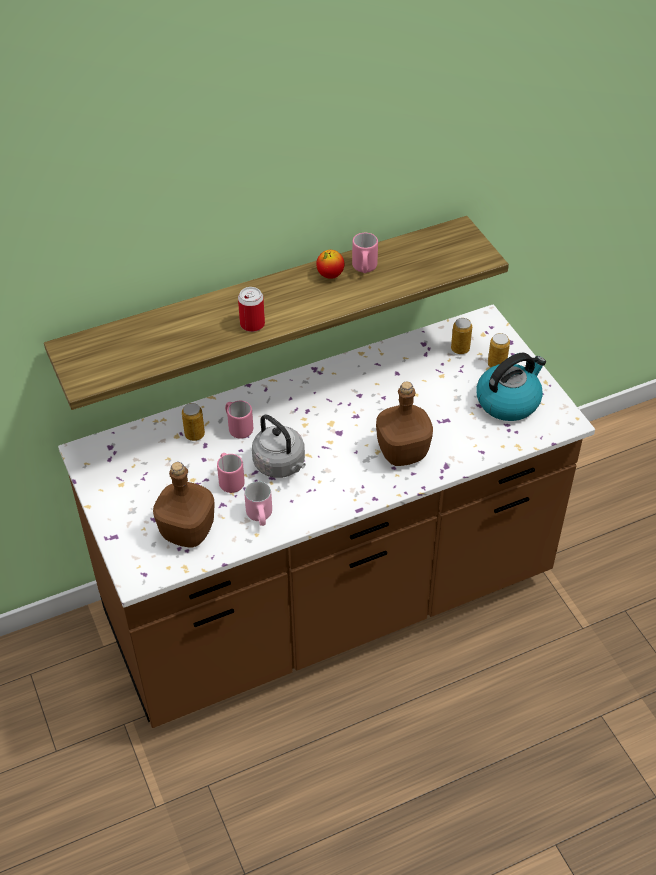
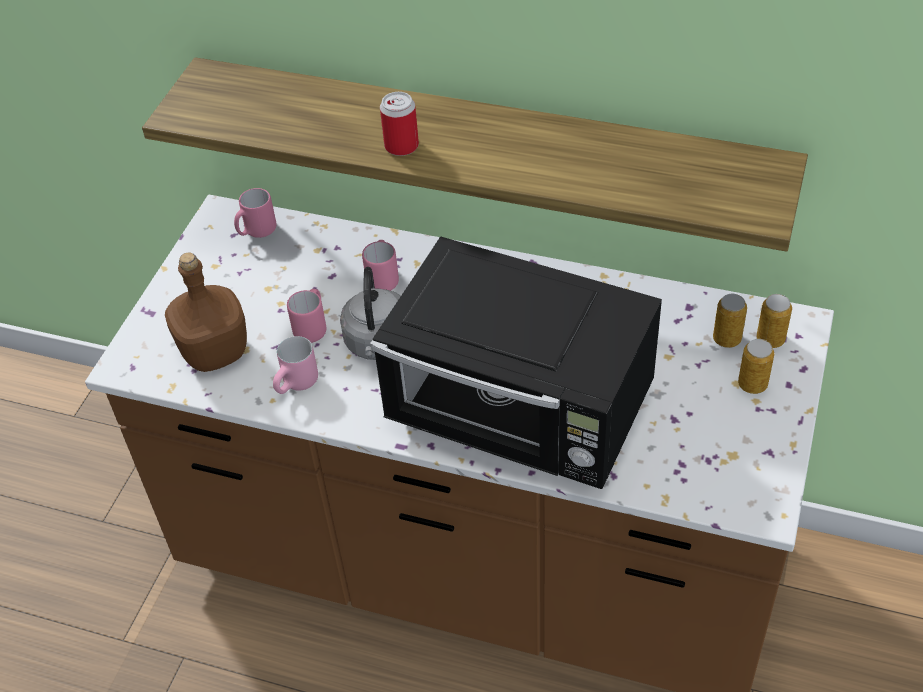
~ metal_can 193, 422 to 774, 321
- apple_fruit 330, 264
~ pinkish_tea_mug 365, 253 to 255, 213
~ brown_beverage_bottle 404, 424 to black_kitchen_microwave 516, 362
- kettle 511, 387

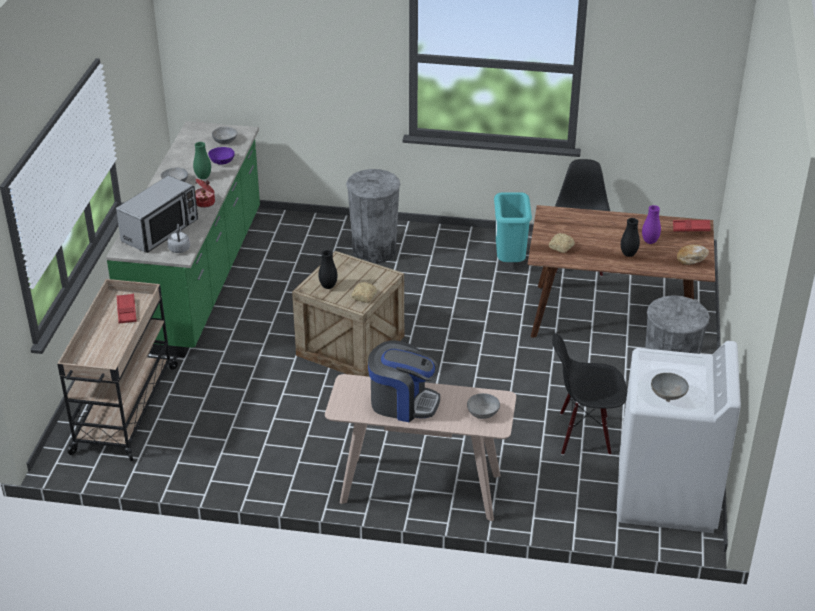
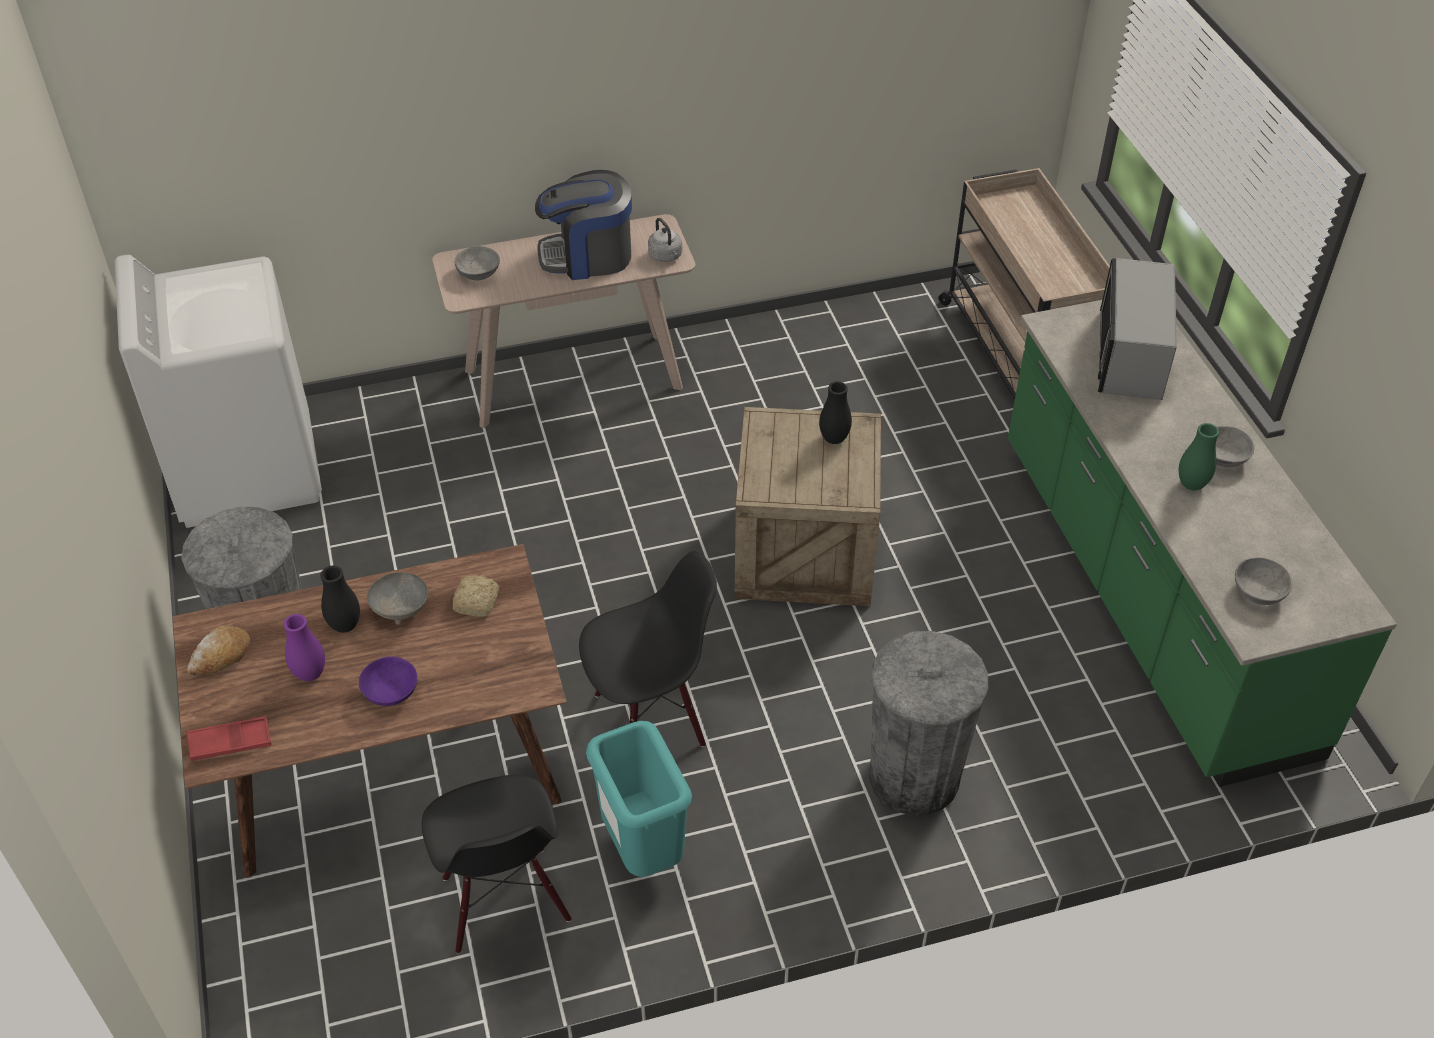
- reddish_serving_tray 127, 308
~ gray_kettle 178, 238 to 665, 240
- stockpot 205, 193
~ purple_serving_bowl 221, 156 to 388, 681
- baked_bread 364, 292
~ black_chair 589, 394 to 648, 649
~ gray_serving_bowl 670, 387 to 397, 598

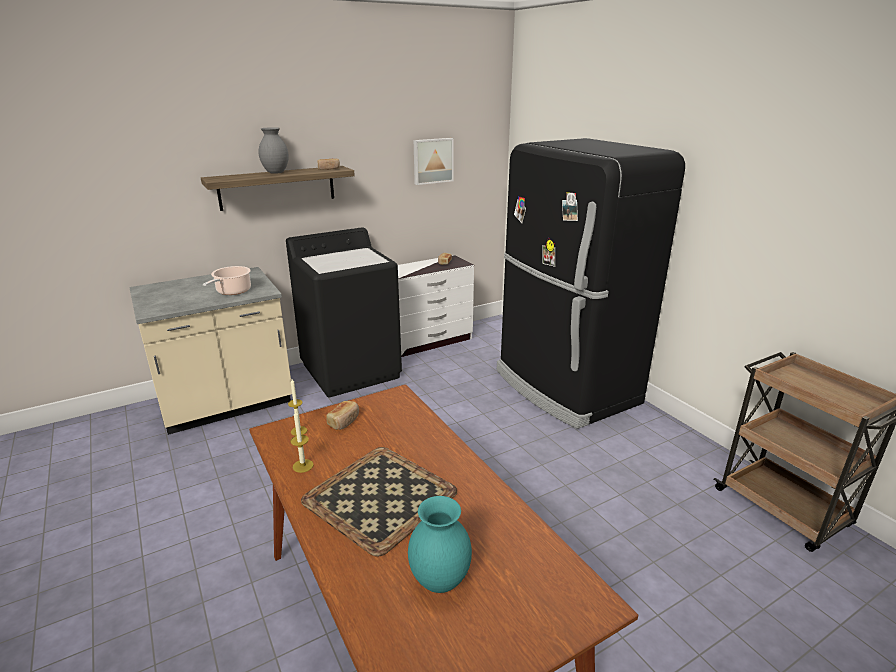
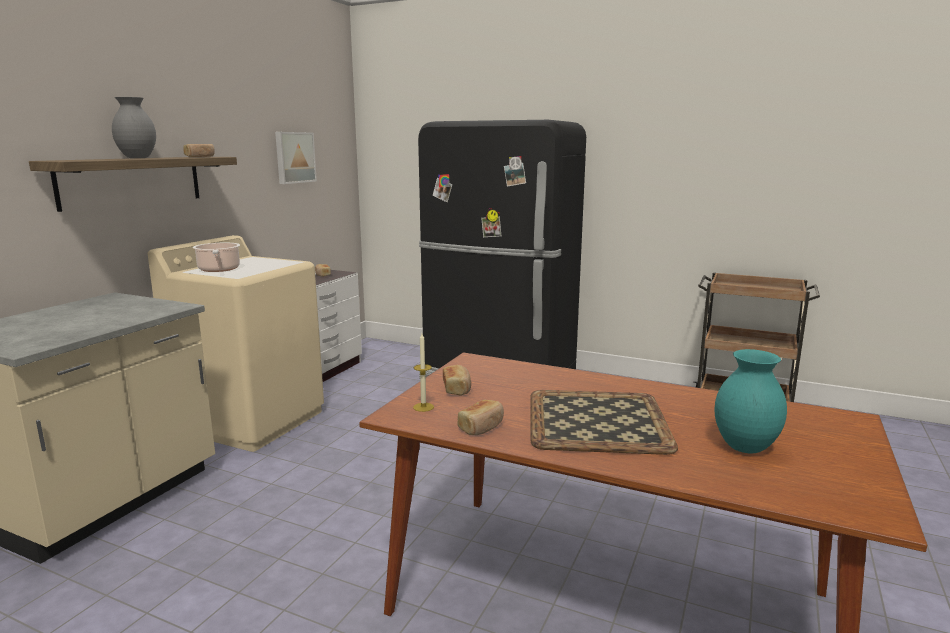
~ stockpot 227, 280 to 216, 257
~ black_laundry_appliance 344, 312 to sand-coloured_laundry_appliance 236, 343
~ wax_light 302, 441 to baked_bread 480, 417

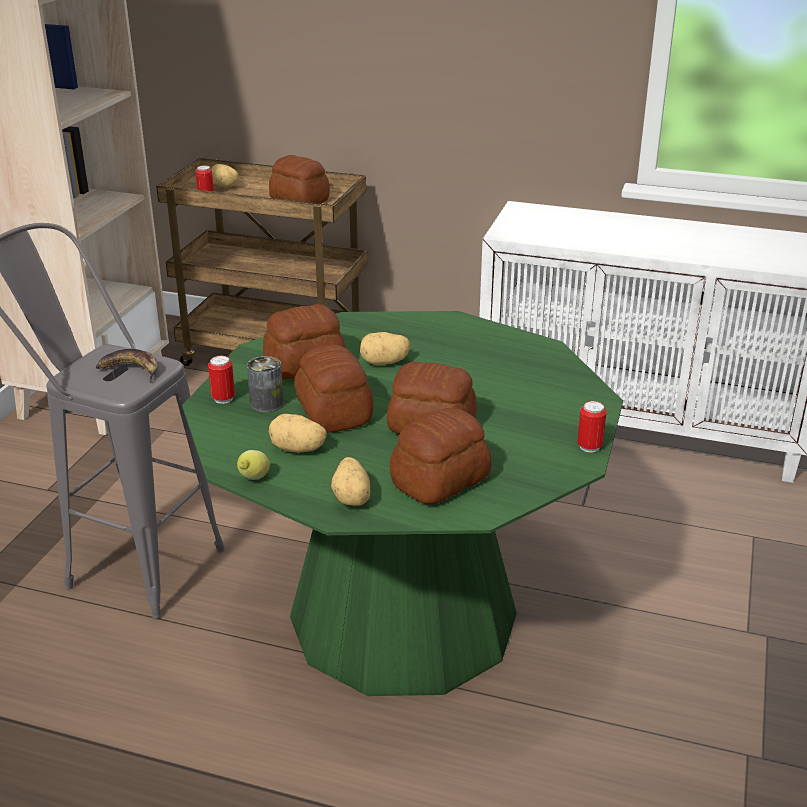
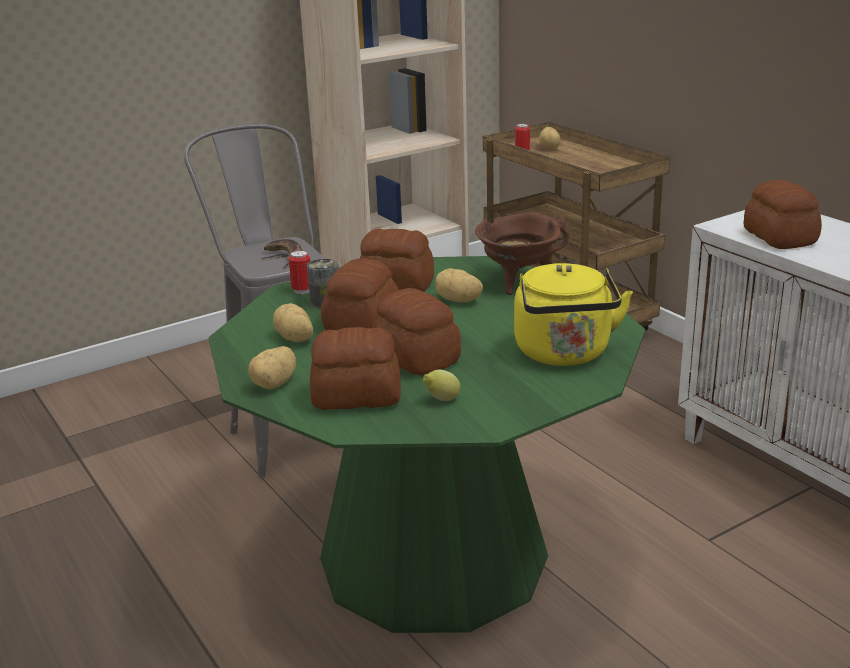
~ citrus_fruit 253, 465 to 441, 385
~ baked_bread 299, 179 to 783, 214
- metal_can 592, 427
+ brown_stockpot 522, 253
+ yellow_kettle 573, 314

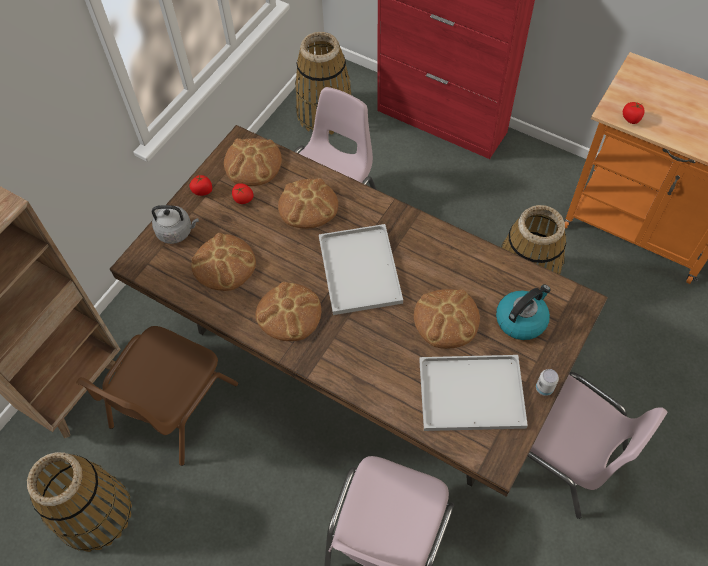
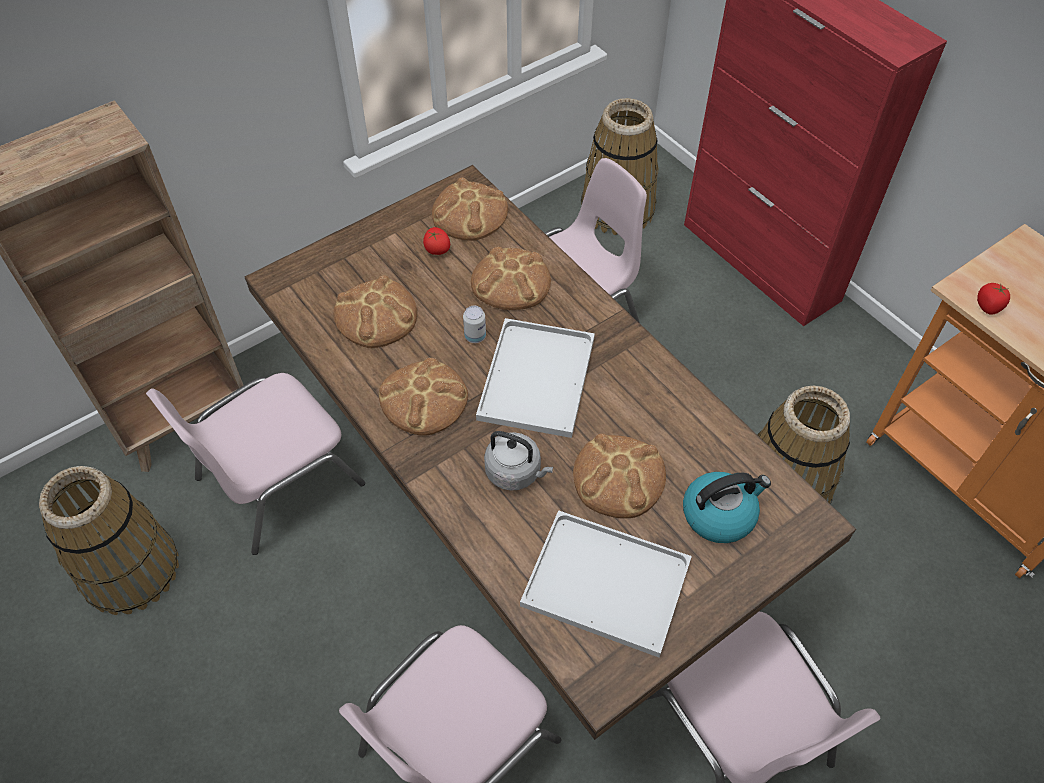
~ brown_chair 157, 396 to pinkish_chair 255, 464
~ gray_kettle 175, 224 to 518, 461
- tomato 200, 185
~ metal_can 547, 382 to 474, 324

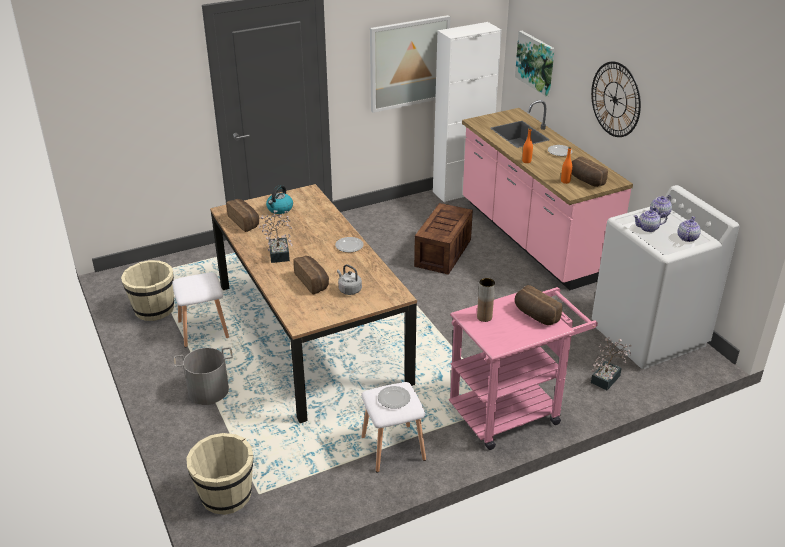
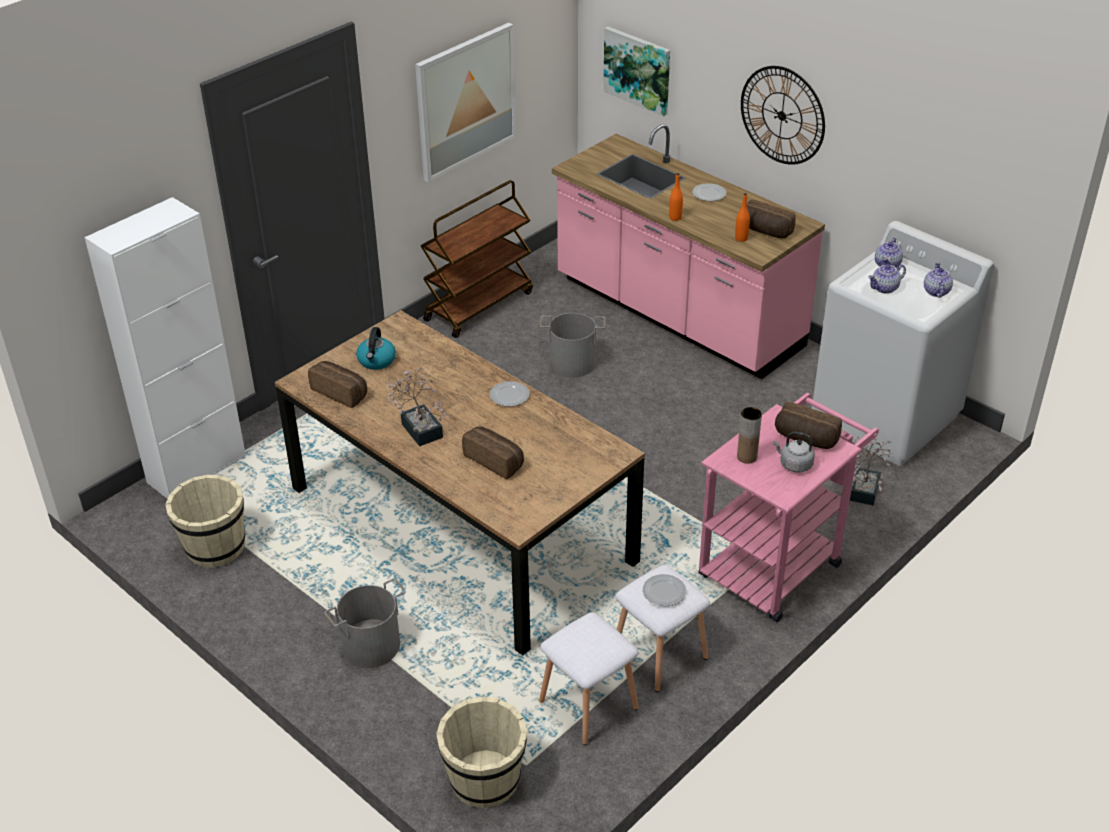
~ white-coloured_sitting_stool 200, 310 to 589, 678
~ gray_kettle 349, 279 to 794, 452
~ shipping_crate 443, 239 to gray_bucket 573, 345
~ white-coloured_cabinet 467, 112 to 165, 348
+ brown_trolley 477, 259

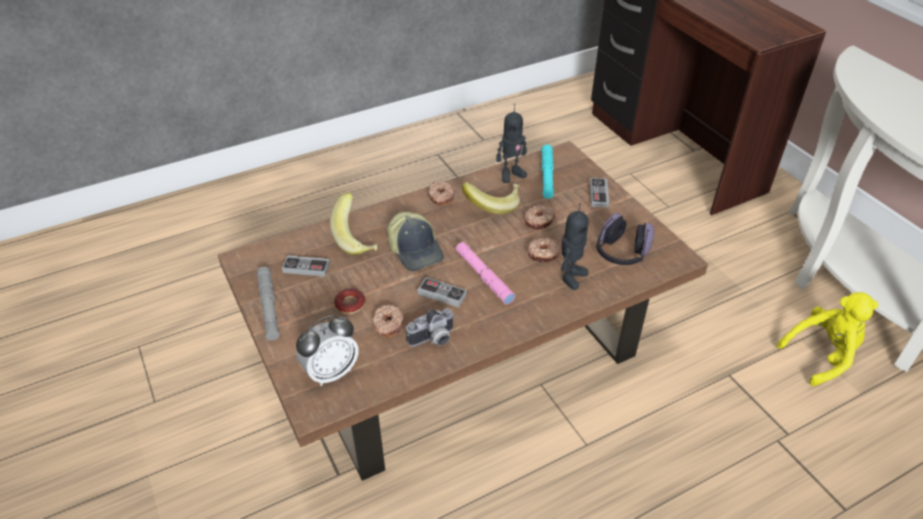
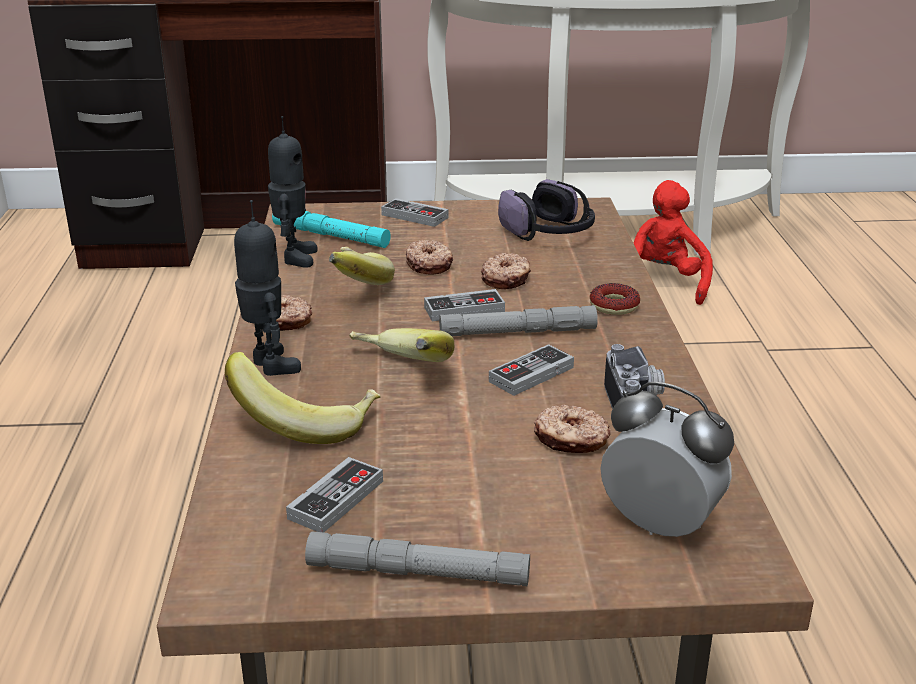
~ bedside_clock 327, 351 = 667, 459 45 degrees counterclockwise
~ doughnut 349, 301 to 615, 299
~ cap 415, 241 to banana 401, 345
~ pinkish_hand_torch 485, 273 to gray_hand_torch 518, 320
~ model_robot 575, 246 to 267, 288
~ yellow_soft_toy 827, 339 to reddish_soft_toy 673, 242
+ game_controller 464, 305

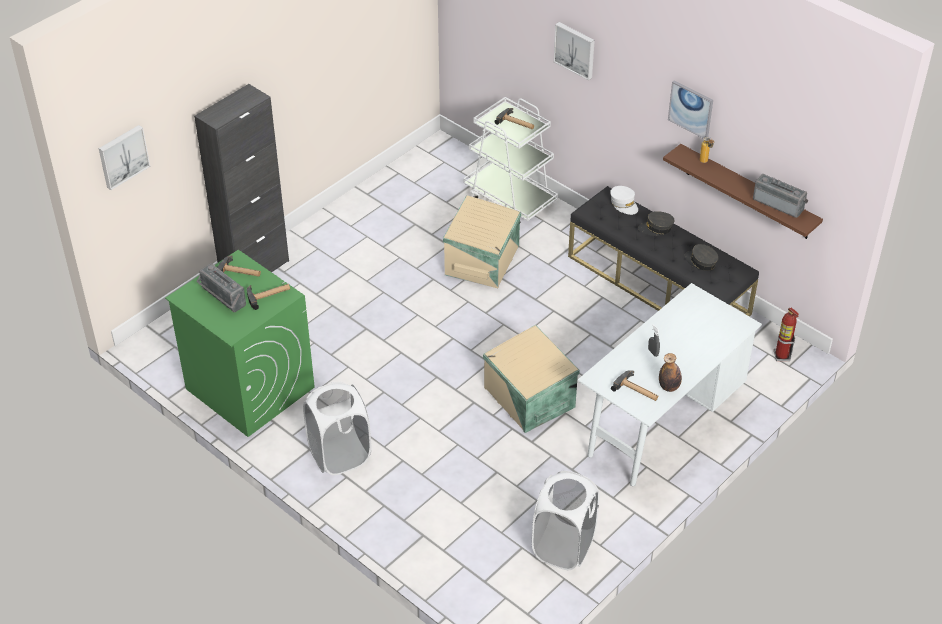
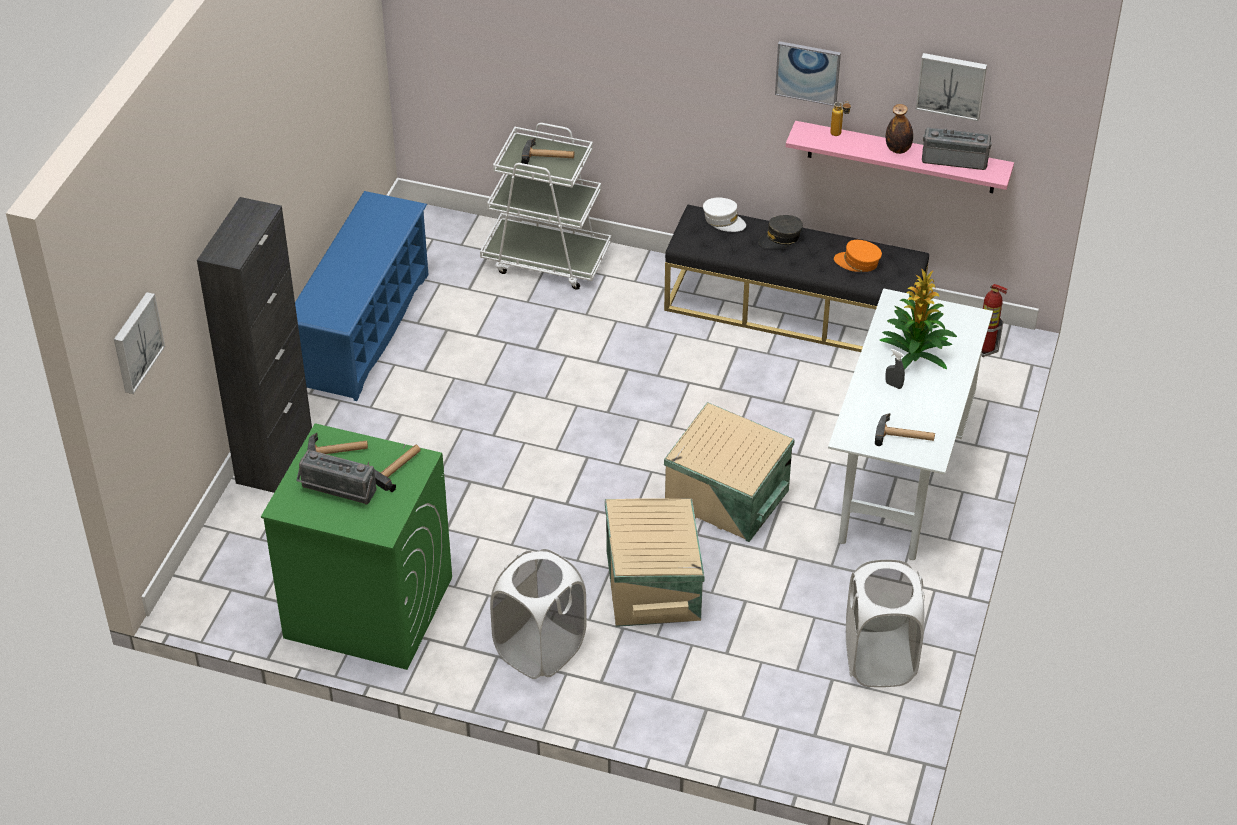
~ sand-coloured_storage_bin 482, 241 to 655, 563
~ picture 574, 51 to 951, 87
~ beverage_bottle 670, 372 to 899, 129
~ brown_wall_shelf 743, 191 to pinkish_wall_shelf 900, 157
~ gray_cap 701, 257 to orange-coloured_cap 858, 256
+ blue_shoe_shelf 362, 296
+ plant_in_a_pot 918, 319

